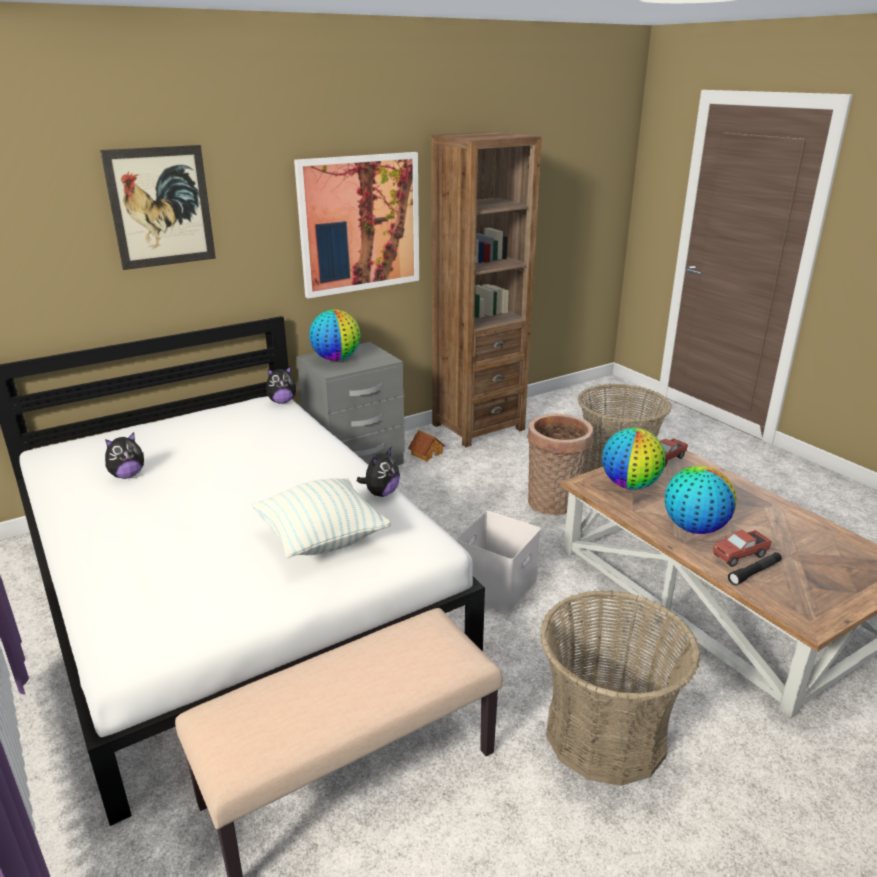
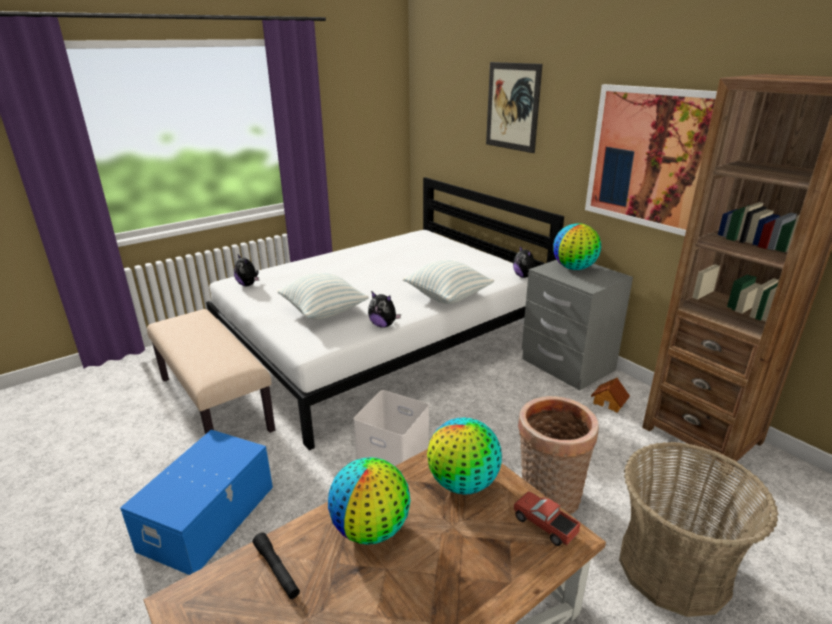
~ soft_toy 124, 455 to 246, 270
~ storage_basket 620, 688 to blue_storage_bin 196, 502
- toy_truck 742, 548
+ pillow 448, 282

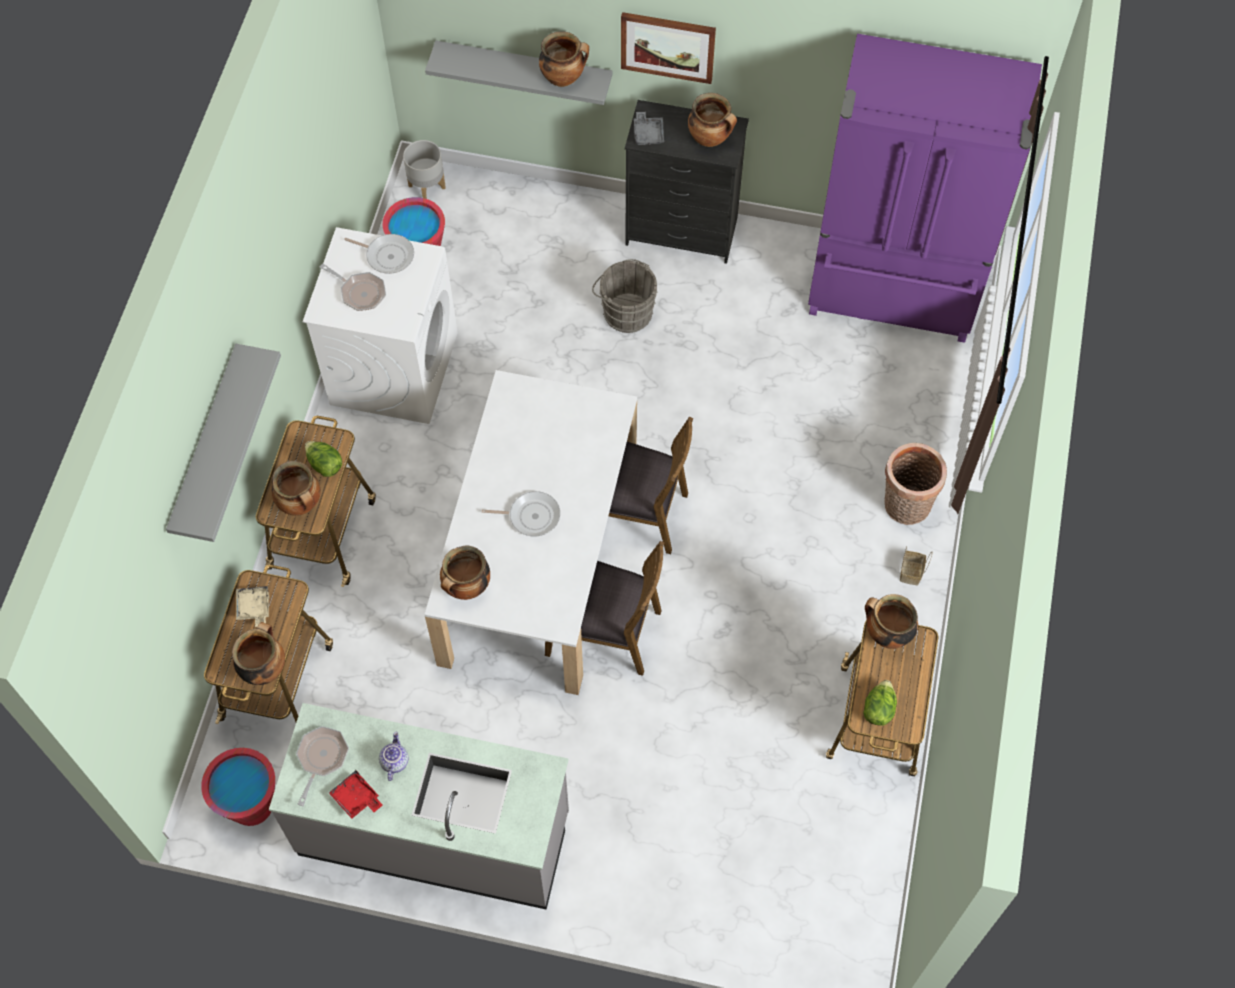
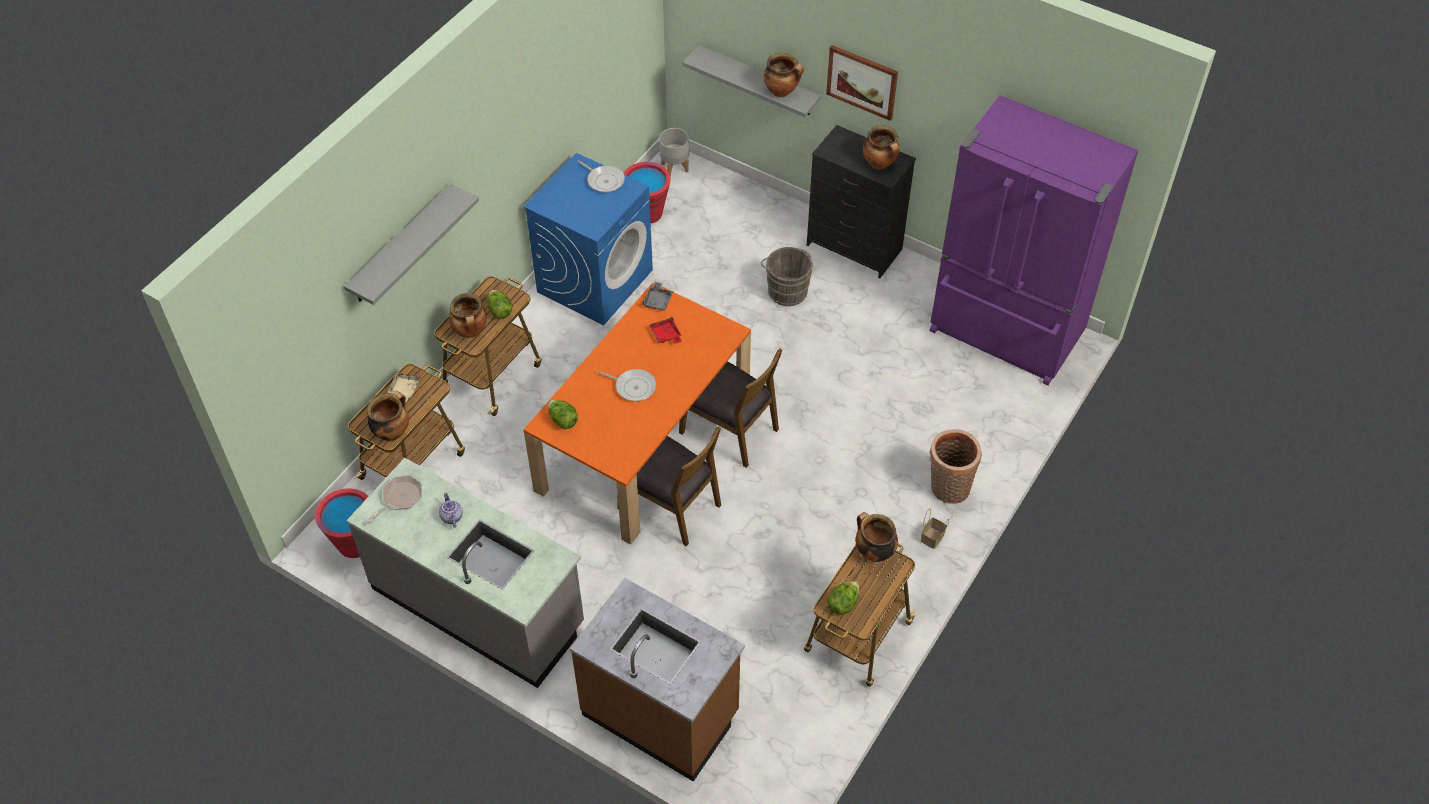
~ white-coloured_laundry_appliance 380, 325 to blue_laundry_appliance 588, 239
- pan 353, 287
~ reddish_serving_tray 355, 794 to 665, 330
~ tea_pot 393, 756 = 451, 510 45 degrees counterclockwise
~ white-coloured_kitchen_table 530, 532 to orange-coloured_kitchen_table 637, 413
~ stockpot 465, 572 to head_of_lettuce 563, 414
~ gray_serving_tray 649, 128 to 658, 296
+ brown_kitchen_base_unit 657, 680

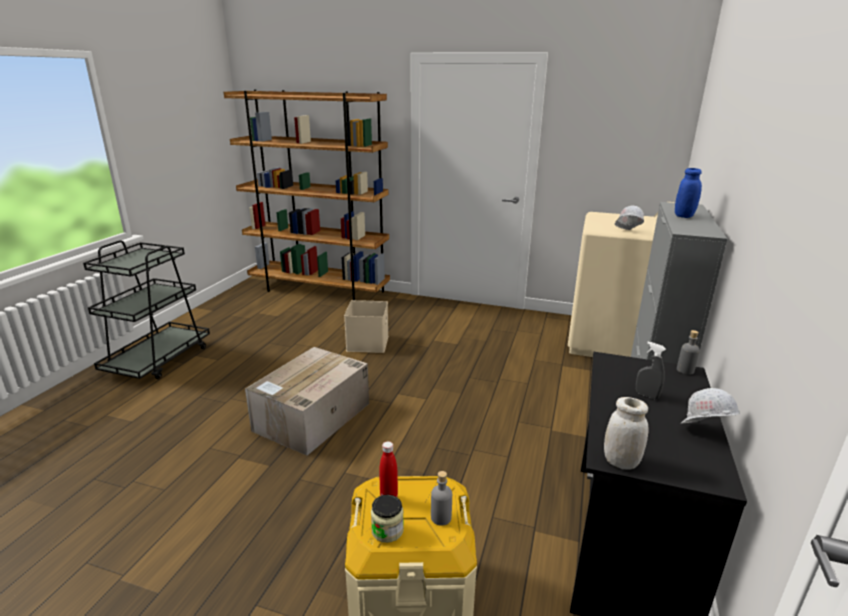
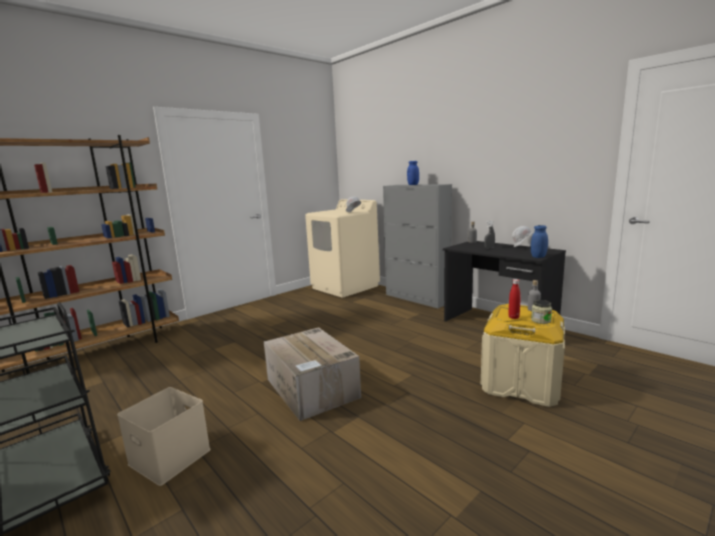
~ sand-coloured_storage_bin 366, 326 to 164, 436
~ white-coloured_jar 626, 433 to blue_jar 539, 241

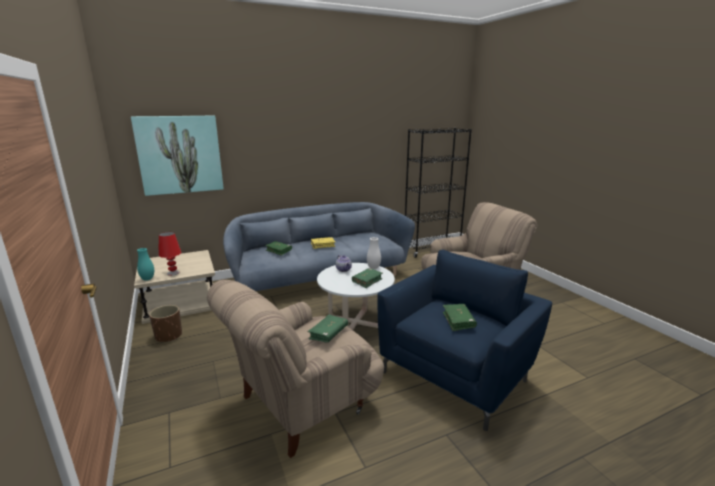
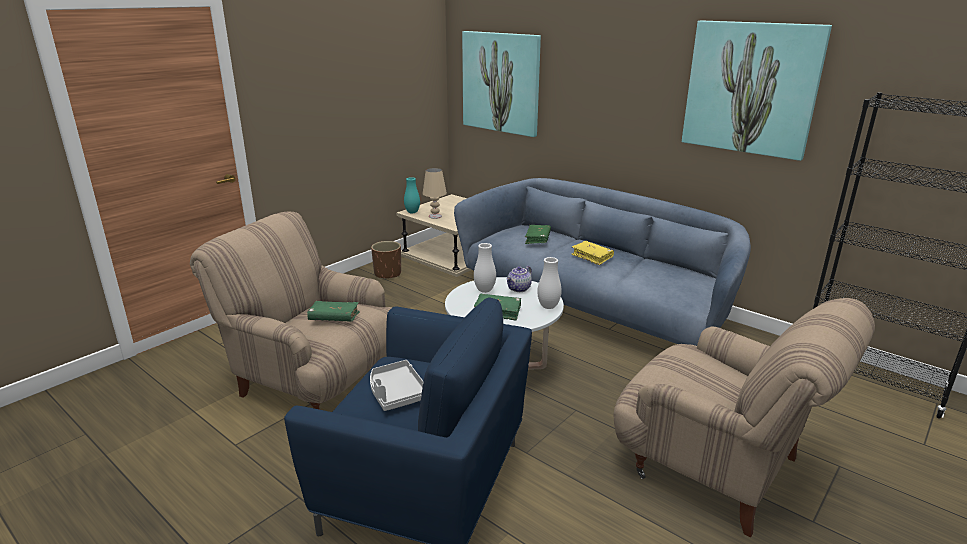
~ reddish_tabletop_lamp 169, 254 to sand-coloured_tabletop_lamp 435, 193
~ greenish_book 460, 317 to gray_serving_tray 397, 385
+ white-coloured_vase 485, 268
+ picture 757, 91

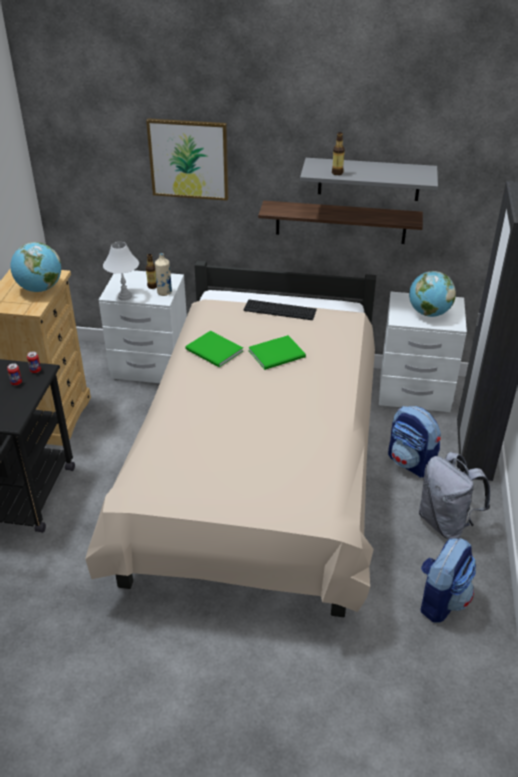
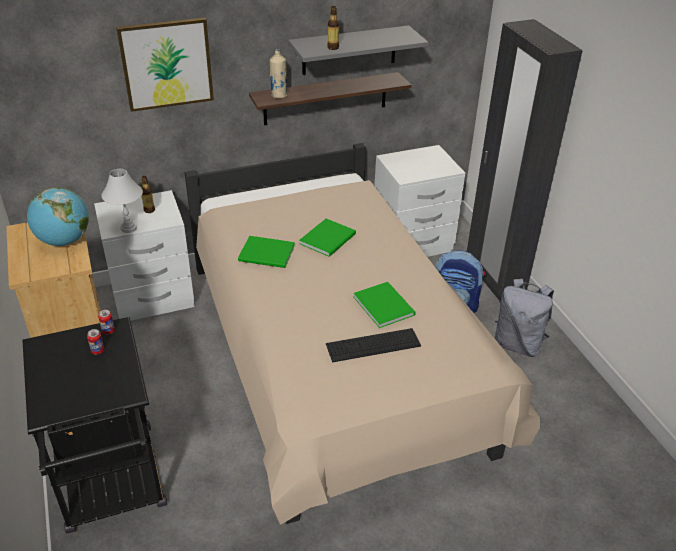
~ sand-coloured_beverage_bottle 163, 274 to 278, 74
~ keyboard 280, 310 to 373, 345
- desk_globe 432, 294
- rucksack 448, 580
+ greenish_book 384, 305

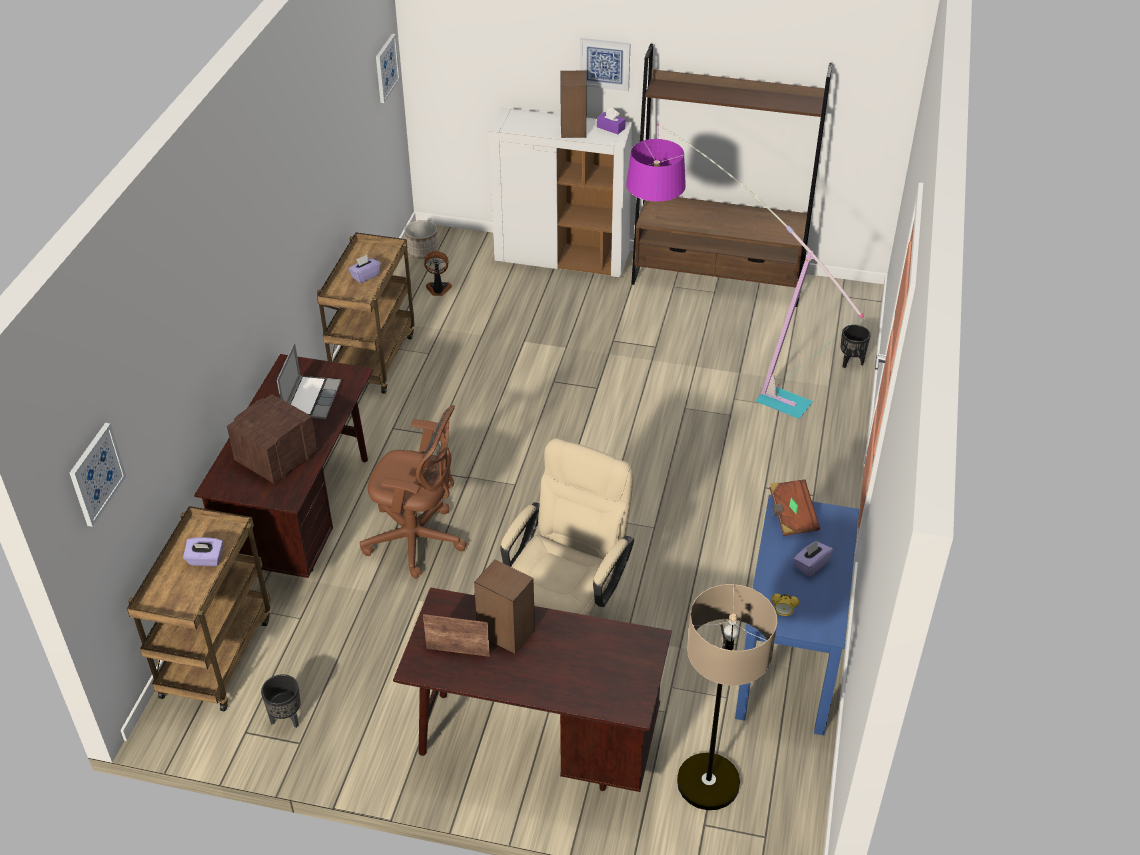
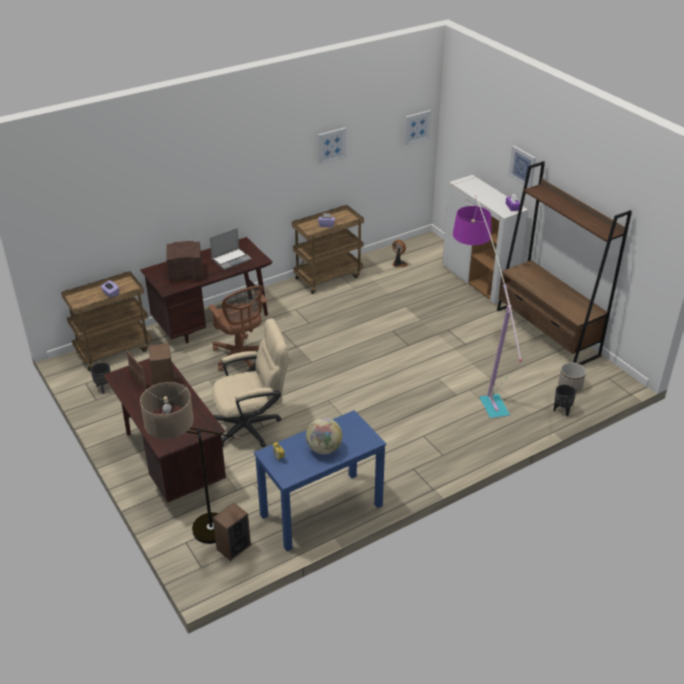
~ picture 98, 475 to 332, 146
~ plant_pot 422, 239 to 572, 377
~ audio_speaker 573, 104 to 232, 532
- brown_book 795, 507
~ purple_box_of_tissues 813, 559 to desk_globe 324, 436

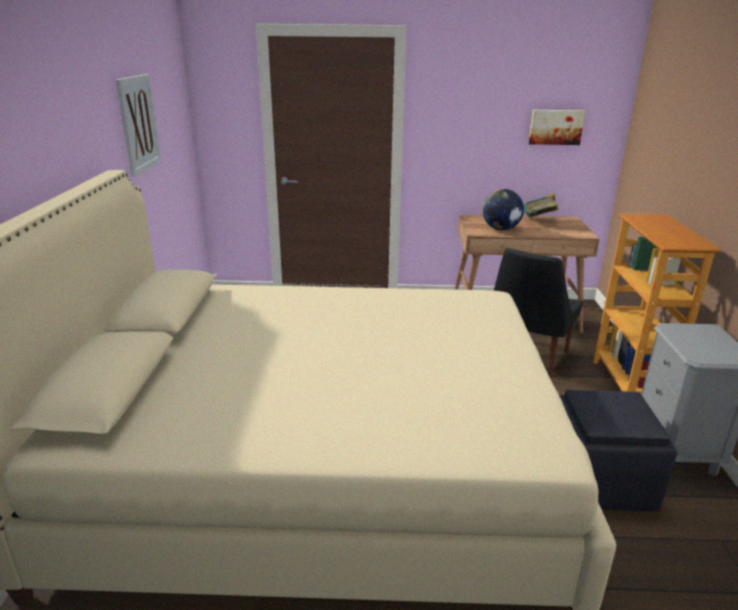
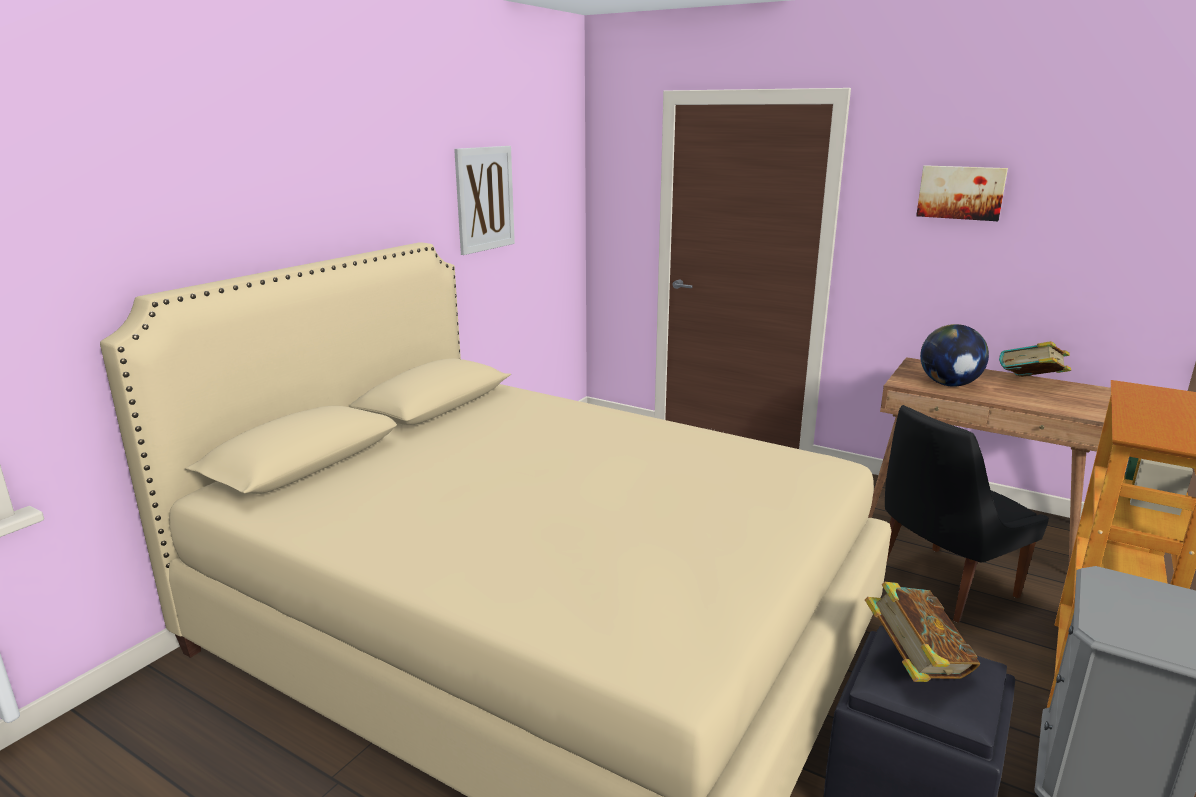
~ picture 557, 127 to 962, 193
+ book 922, 632

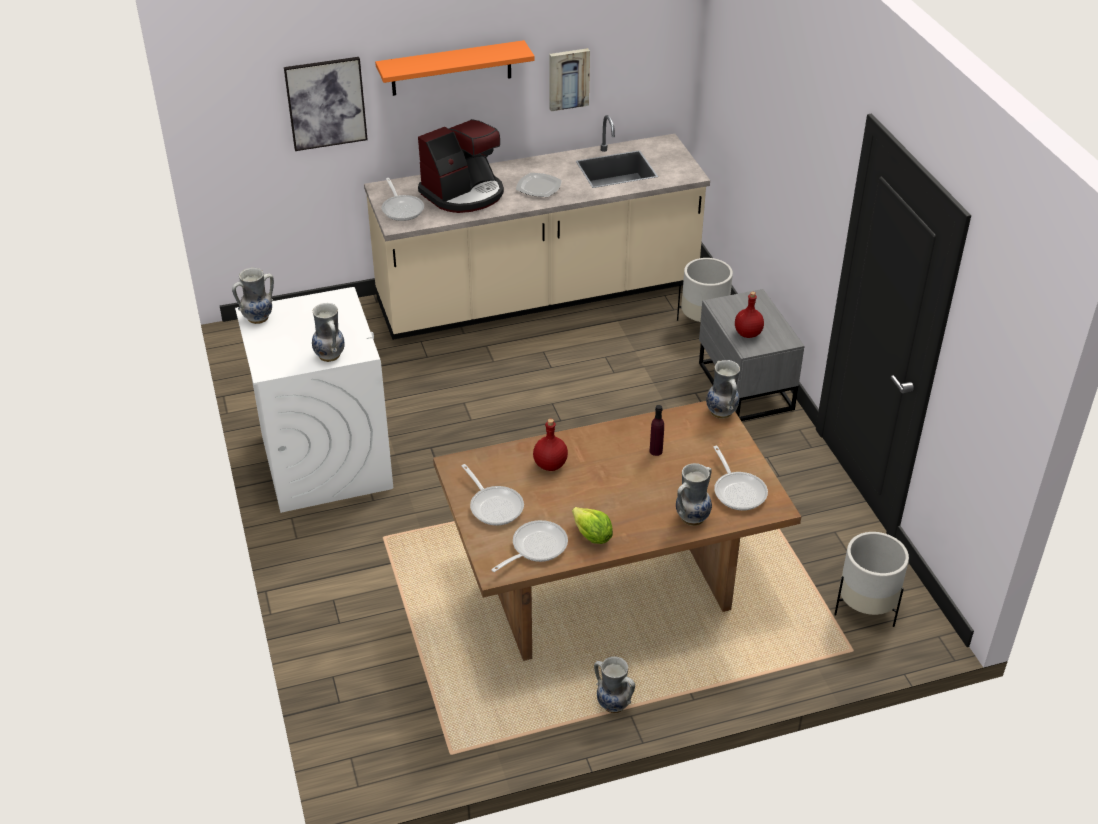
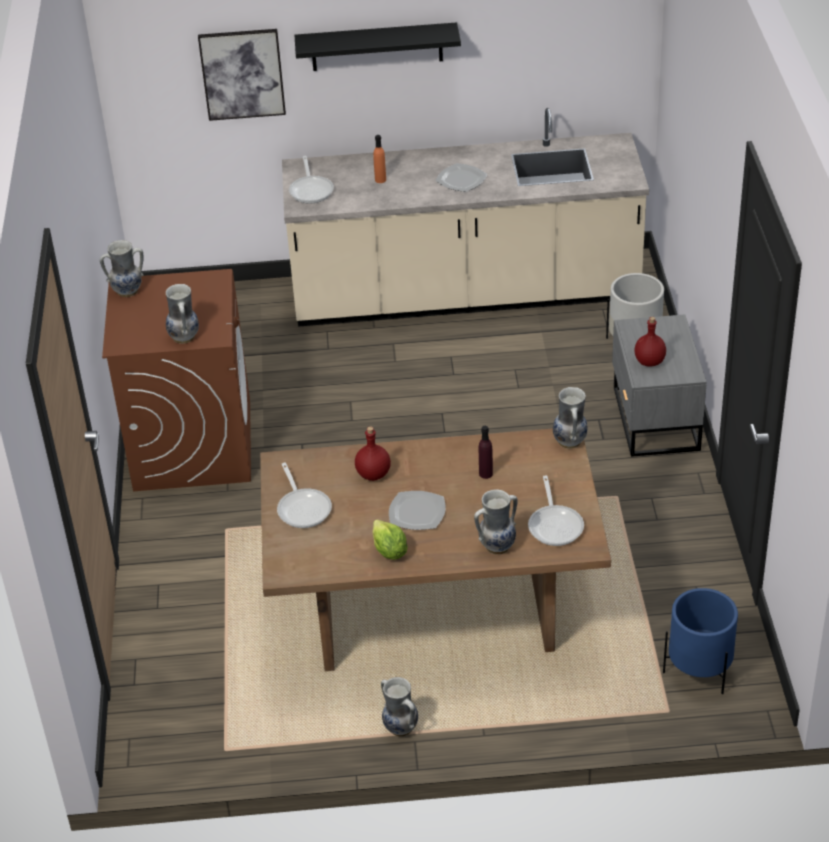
~ white-coloured_laundry_appliance 314, 400 to brown_laundry_appliance 176, 380
~ orange-coloured_wall_shelf 455, 68 to black_wall_shelf 378, 46
~ coffee_machine 461, 166 to orange-coloured_beverage_bottle 379, 159
- pan 529, 546
- picture 569, 79
~ white-coloured_plant_pot 871, 579 to blue_plant_pot 700, 641
+ flat_dish 417, 510

